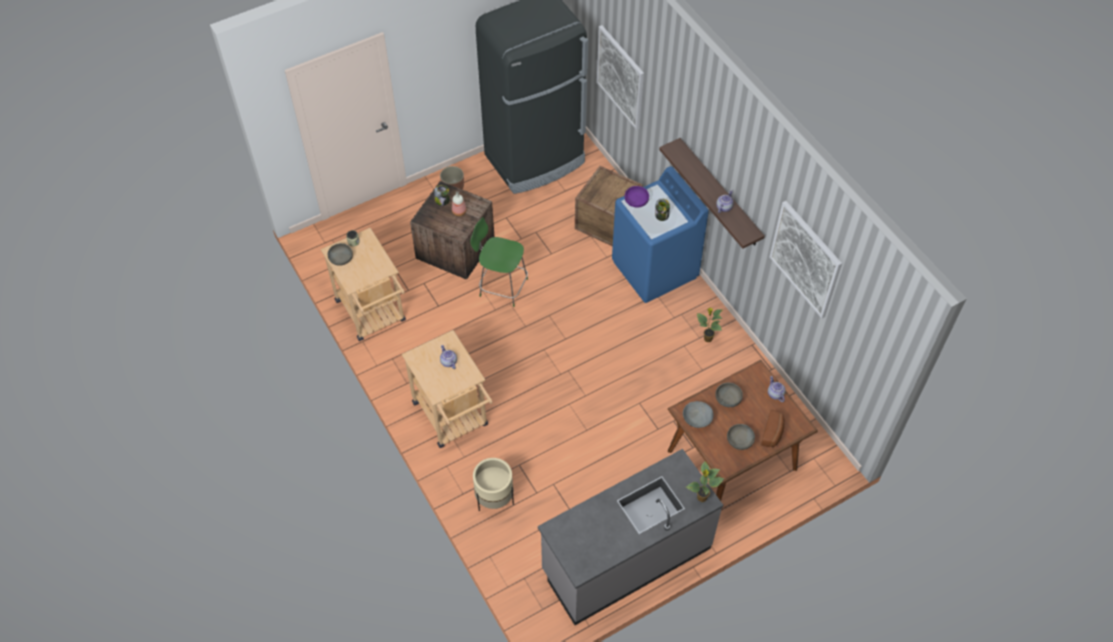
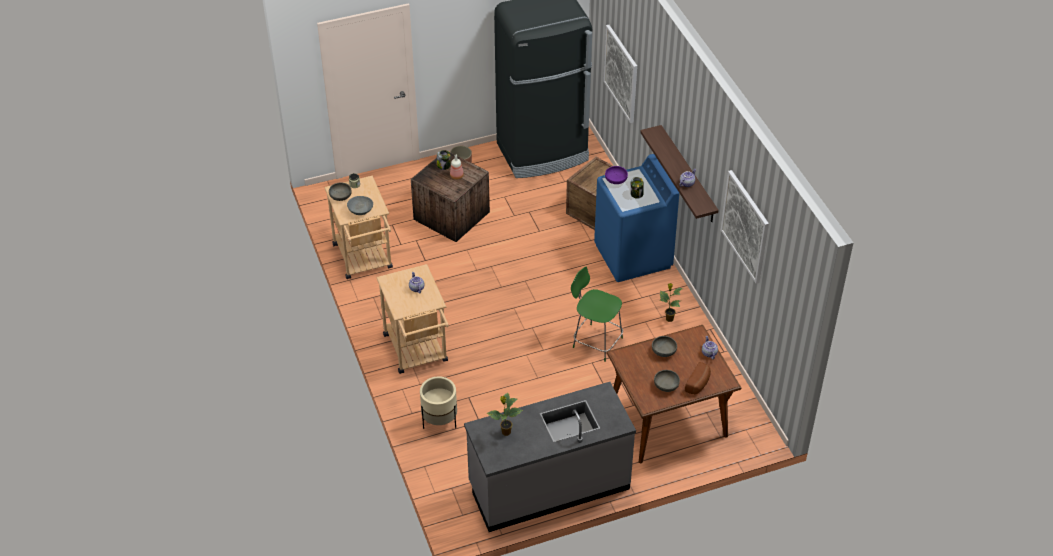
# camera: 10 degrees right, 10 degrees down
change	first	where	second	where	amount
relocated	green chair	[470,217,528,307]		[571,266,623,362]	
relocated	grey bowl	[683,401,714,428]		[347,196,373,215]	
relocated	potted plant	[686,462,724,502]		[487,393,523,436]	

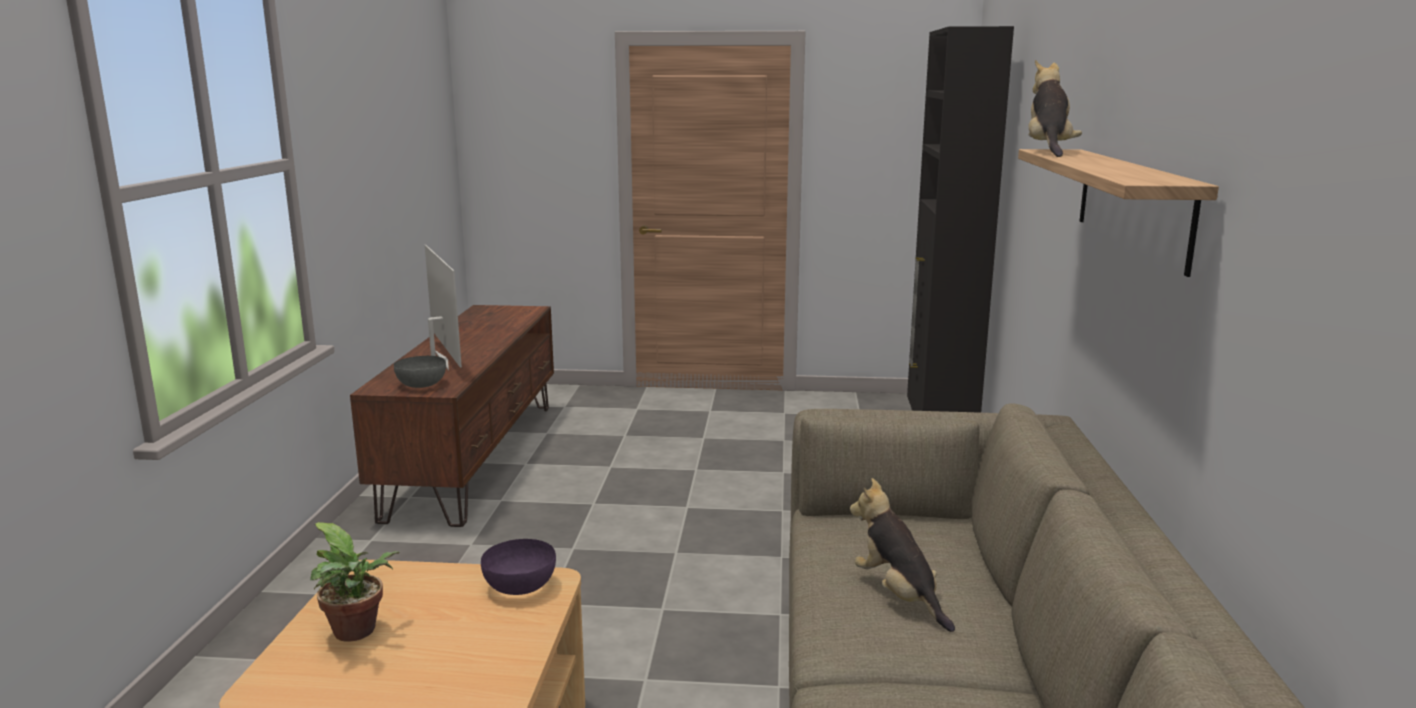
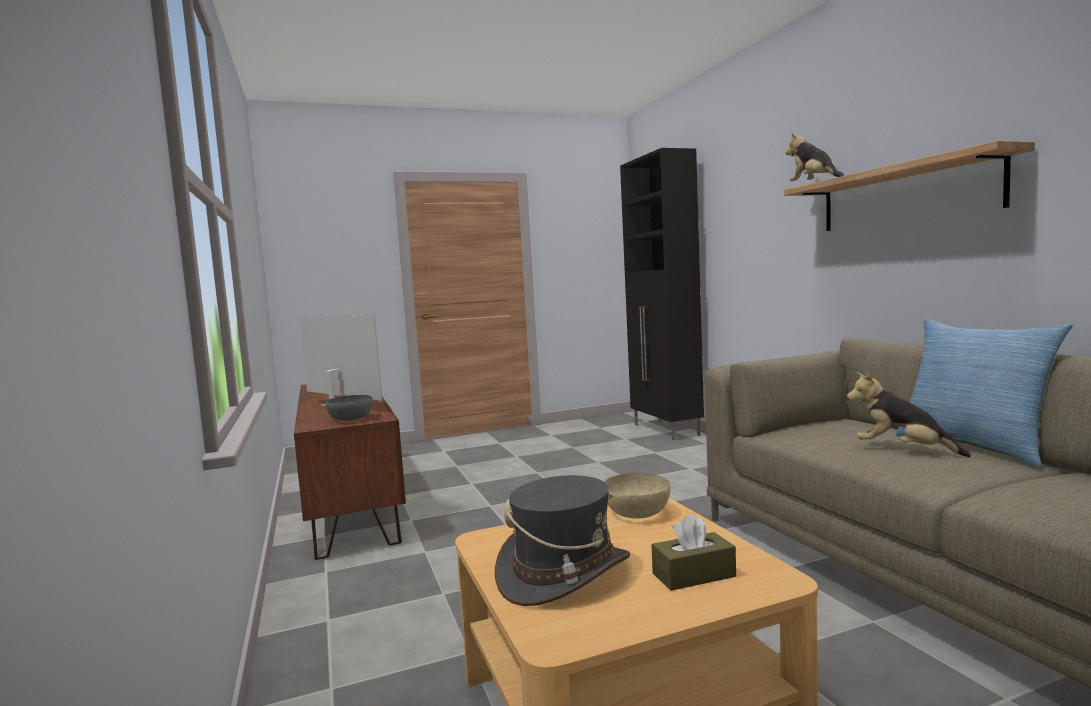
# camera: 25 degrees left, 10 degrees down
change	first	where	second	where	amount
appeared			brown tissue box	[652,514,736,591]	
appeared			pillow	[896,319,1073,466]	
exchanged	potted plant	[310,522,399,642]	grey hat	[495,475,630,606]	
colour	purple bowl	[481,539,556,595]	beige bowl	[604,473,670,519]	

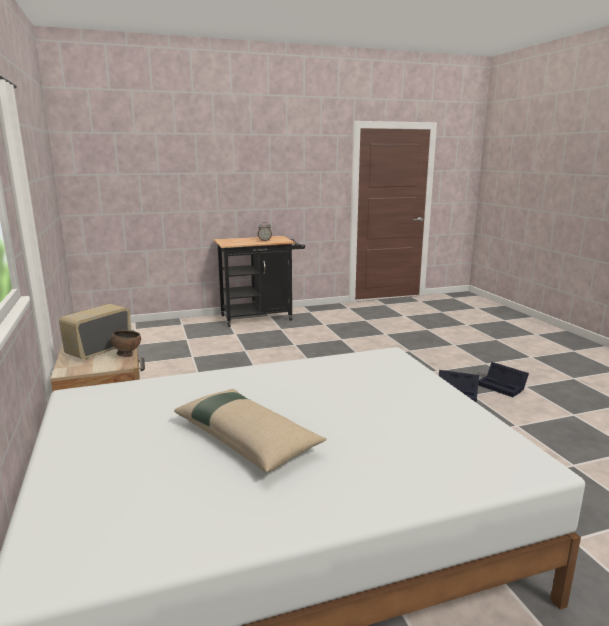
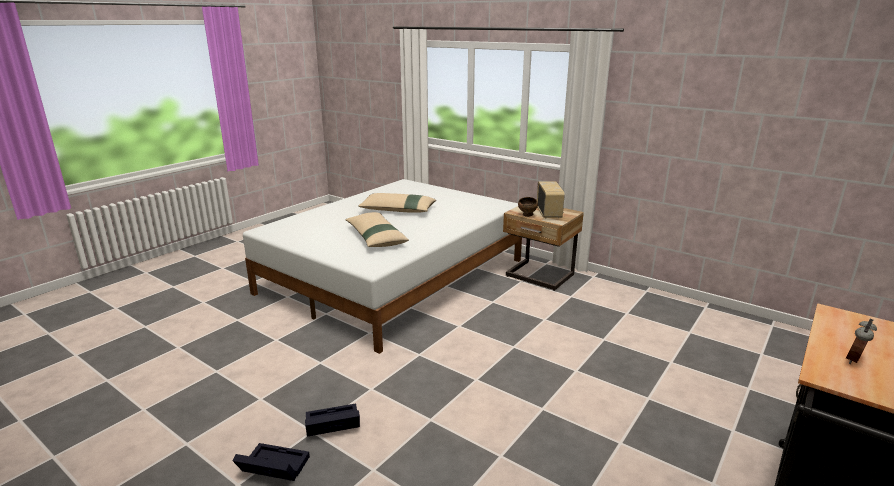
# camera: 145 degrees right, 5 degrees up
change	first	where	second	where	amount
appeared			beige pillow	[345,212,409,247]	

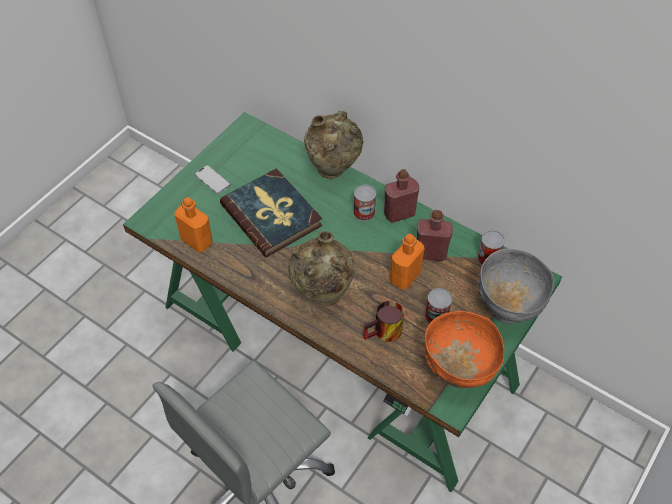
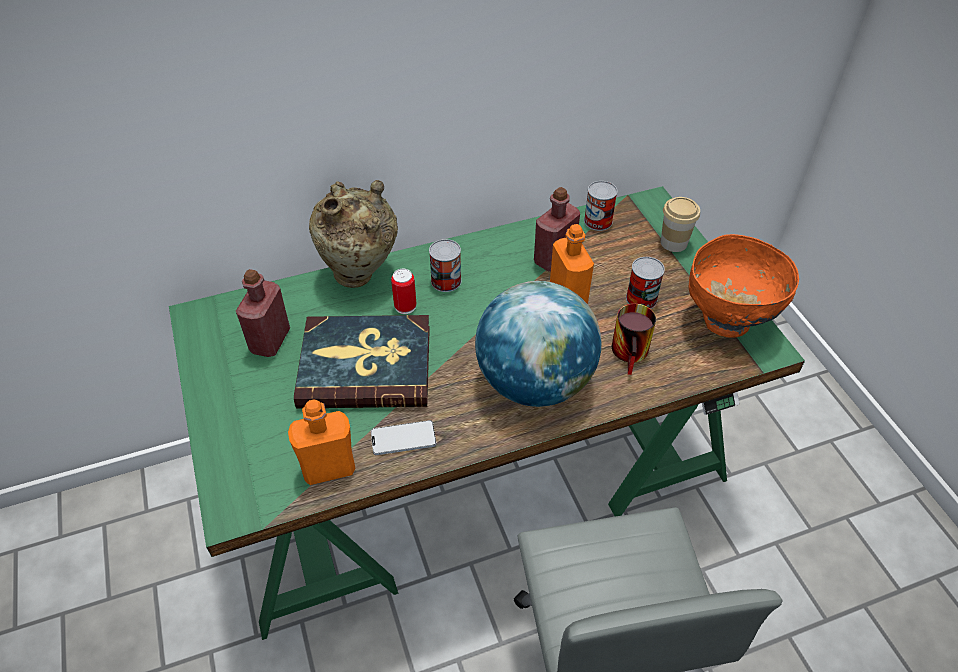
# camera: 55 degrees left, 5 degrees down
change	first	where	second	where	amount
appeared			can	[391,269,416,314]	
relocated	phone	[195,165,231,194]		[371,420,436,455]	
relocated	red bottle	[384,169,419,223]		[236,269,290,357]	
exchanged	beige vase	[288,231,355,306]	globe	[475,281,602,407]	
exchanged	grey bowl	[478,249,554,324]	cup	[661,197,700,252]	

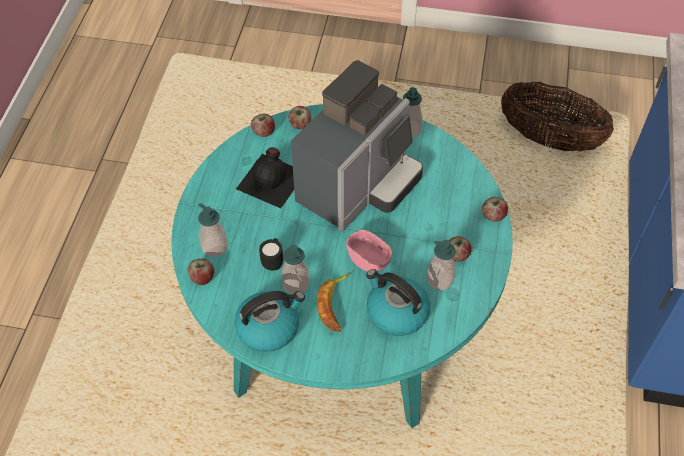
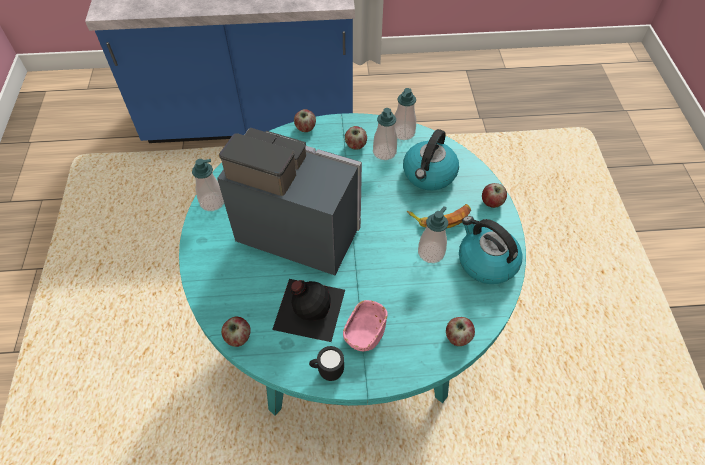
# camera: 105 degrees left, 0 degrees up
change	first	where	second	where	amount
missing	basket	[501,81,614,151]			
relocated	soap dispenser	[198,203,228,257]		[395,88,416,140]	
relocated	black mug	[259,238,283,270]		[309,346,344,381]	
relocated	apple	[289,106,311,129]		[482,183,507,208]	
relocated	pink bowl	[346,230,392,272]		[343,300,388,351]	

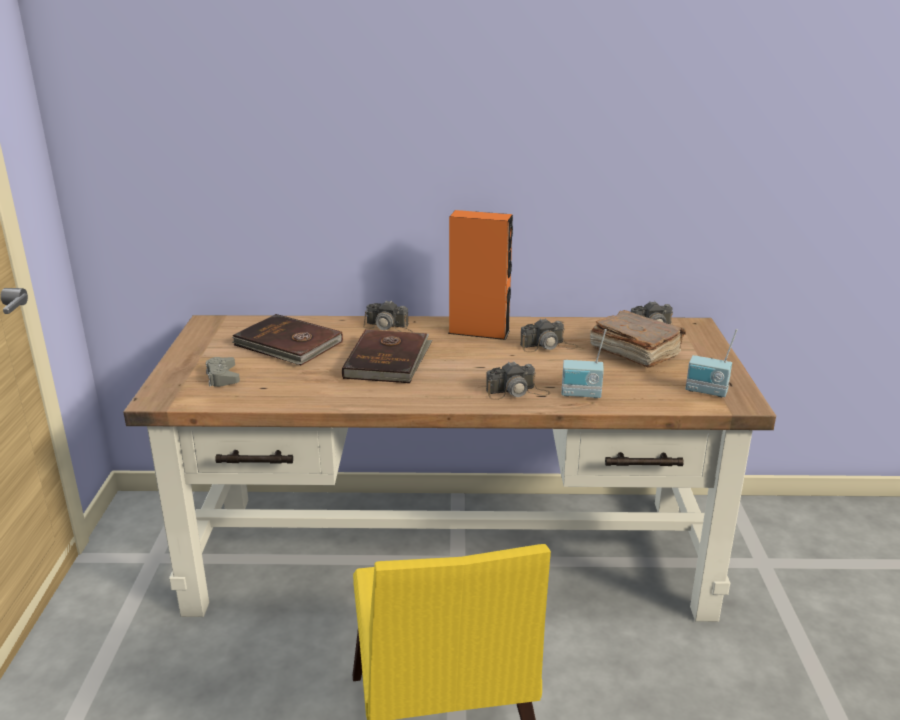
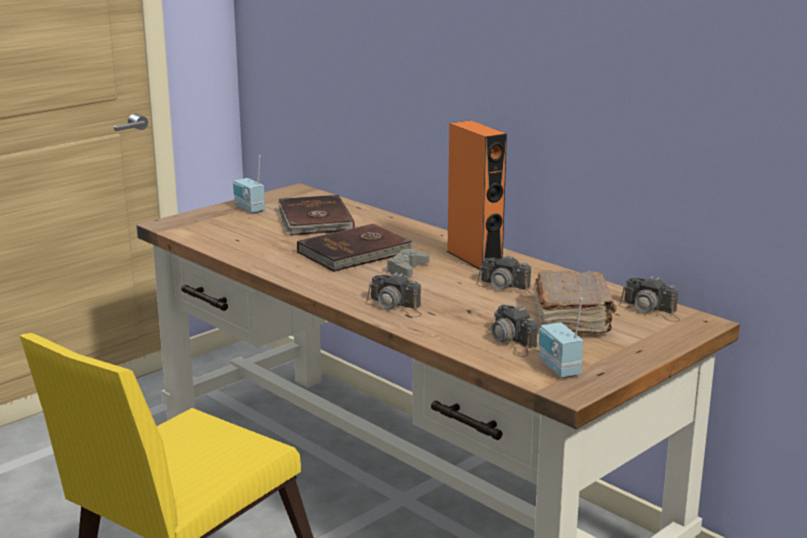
# camera: 45 degrees right, 5 degrees down
change	first	where	second	where	amount
relocated	grey game controller	[206,357,240,387]		[387,249,429,276]	
relocated	photo camera	[363,300,413,333]		[485,305,538,357]	
relocated	radio	[562,329,607,398]		[233,155,265,214]	

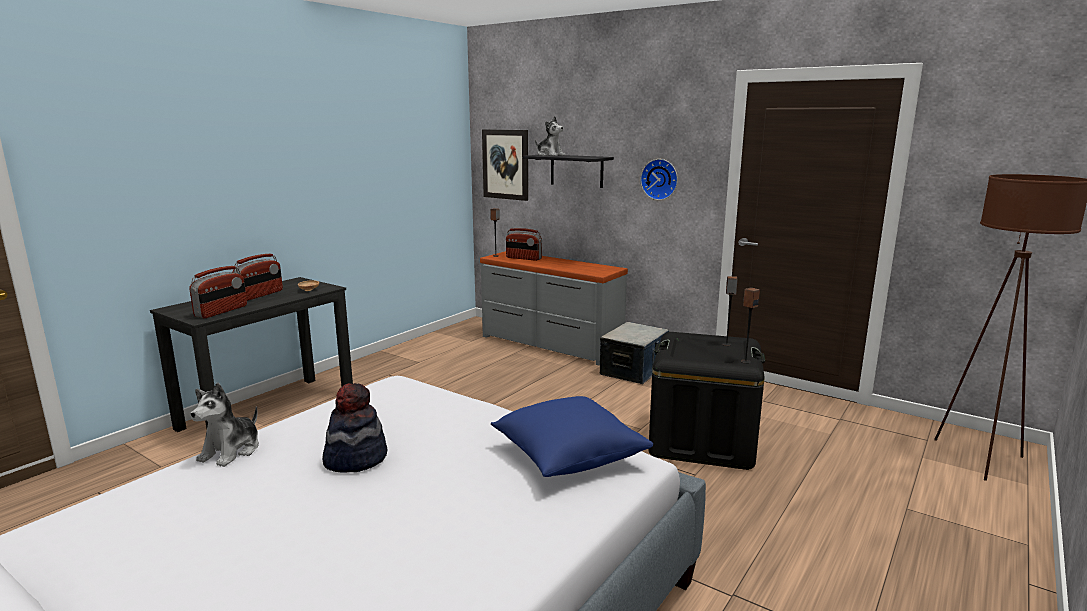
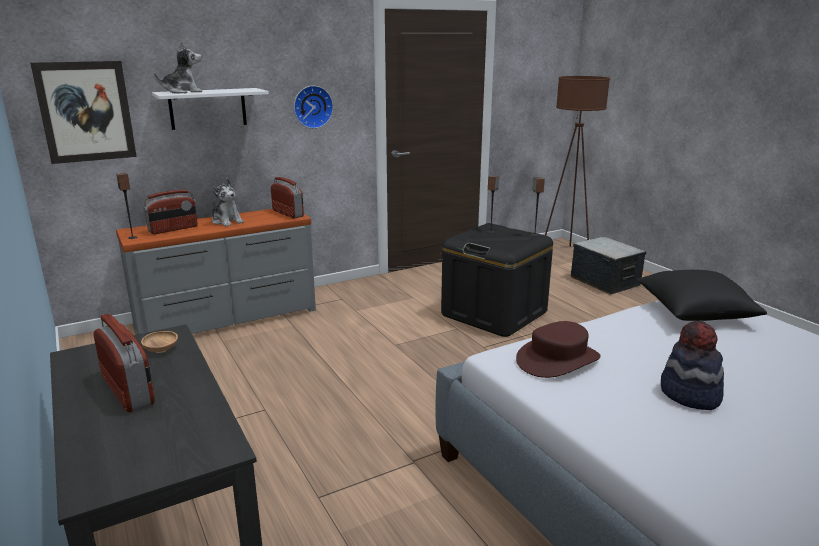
# camera: 65 degrees left, 5 degrees up
change	first	where	second	where	amount
appeared			brown hat	[516,321,601,378]	
relocated	radio	[189,266,247,318]		[271,177,304,219]	
relocated	plush toy	[190,383,259,467]		[212,178,244,227]	
relocated	storage box	[600,322,669,384]		[571,237,647,295]	
colour	blue pillow	[491,396,653,477]	black pillow	[637,270,767,321]	
colour	black shelf	[523,155,614,188]	white shelf	[152,88,269,130]	

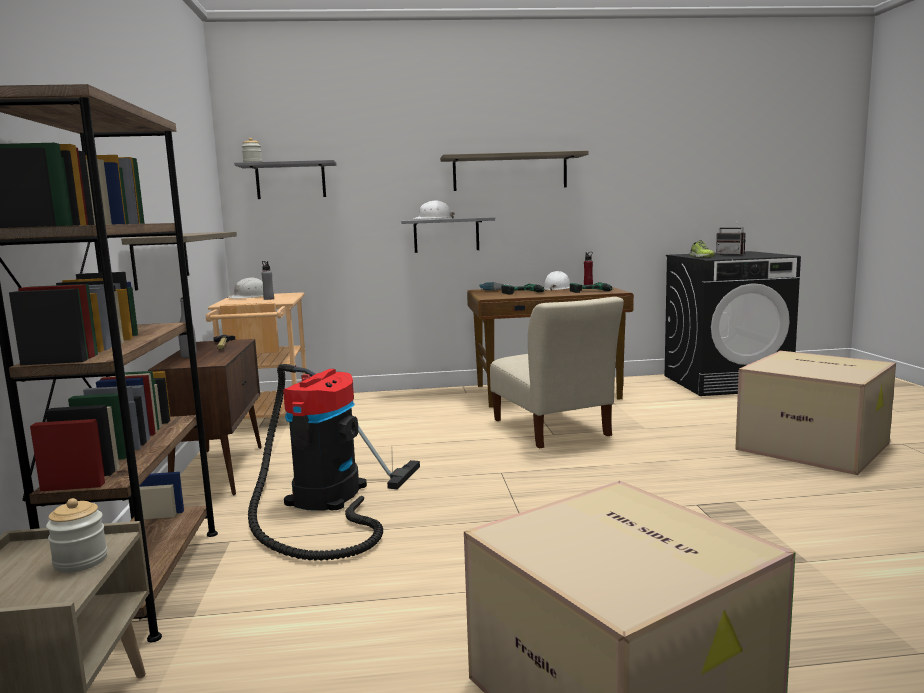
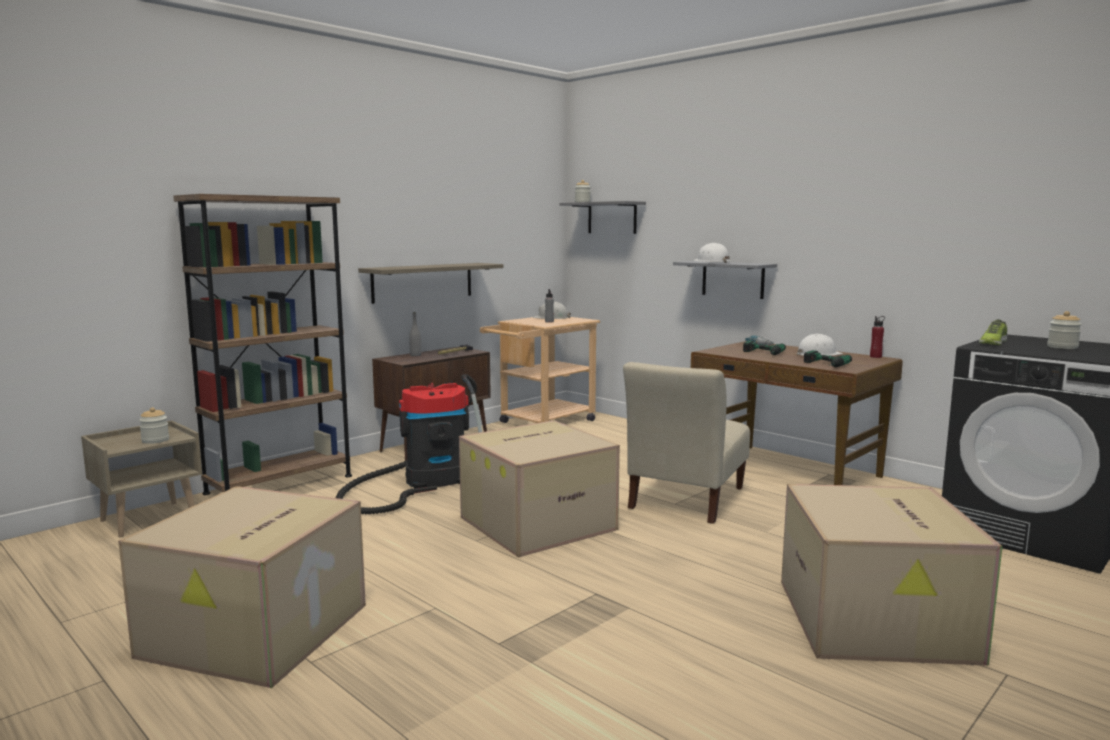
# camera: 50 degrees right, 0 degrees up
change	first	where	second	where	amount
missing	shelf	[440,151,589,191]			
appeared			cardboard box	[459,420,620,557]	
exchanged	radio	[716,220,746,255]	jar	[1047,311,1082,349]	

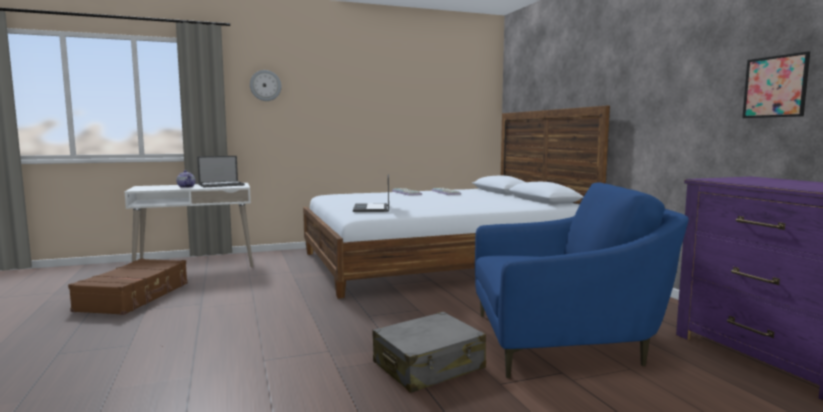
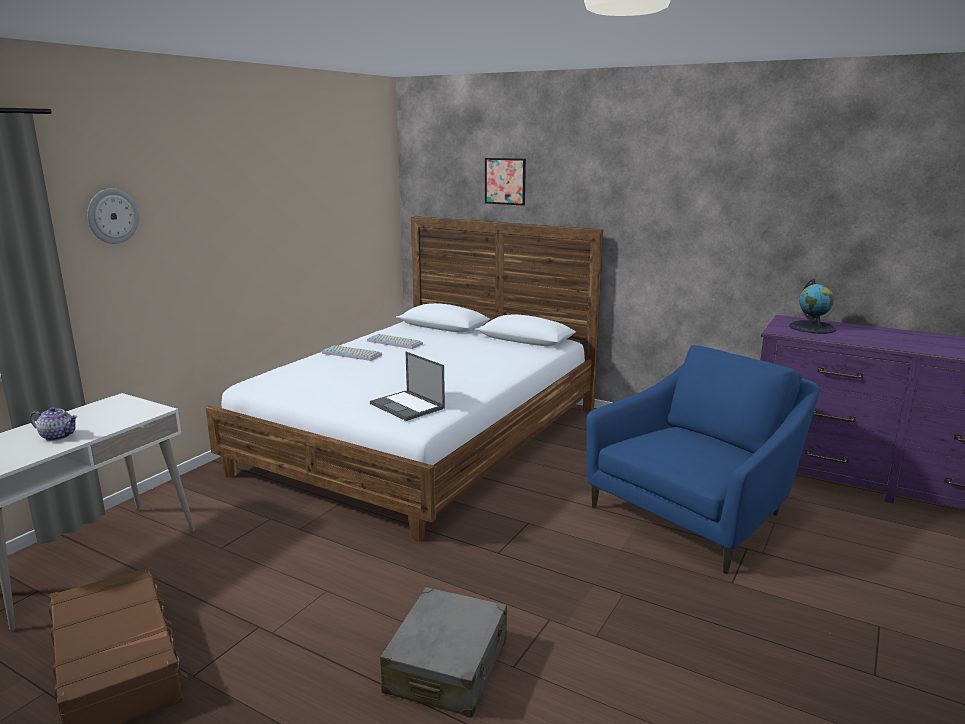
# camera: 40 degrees left, 10 degrees up
change	first	where	second	where	amount
missing	laptop	[197,156,245,187]			
appeared			globe	[789,279,836,334]	
relocated	grey suitcase	[373,312,486,393]		[380,587,507,718]	
relocated	picture	[742,51,810,118]		[485,158,526,206]	

